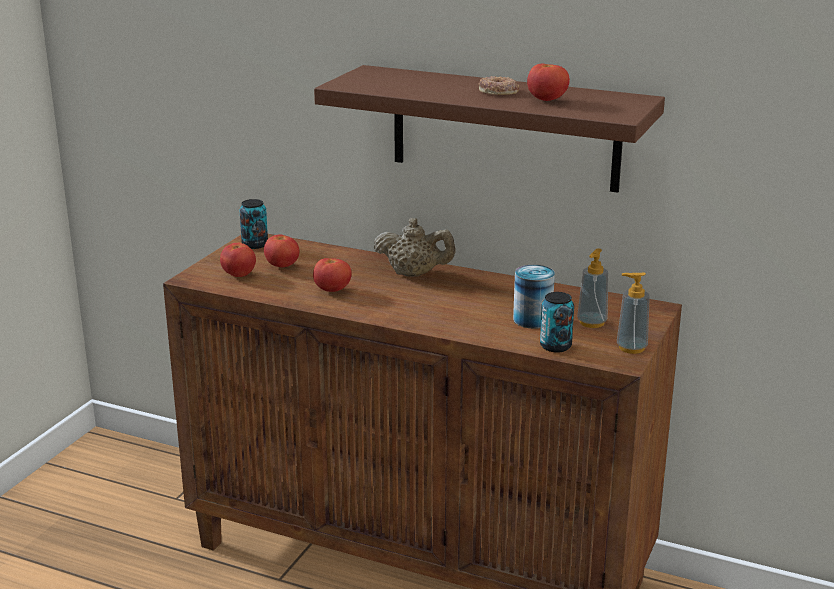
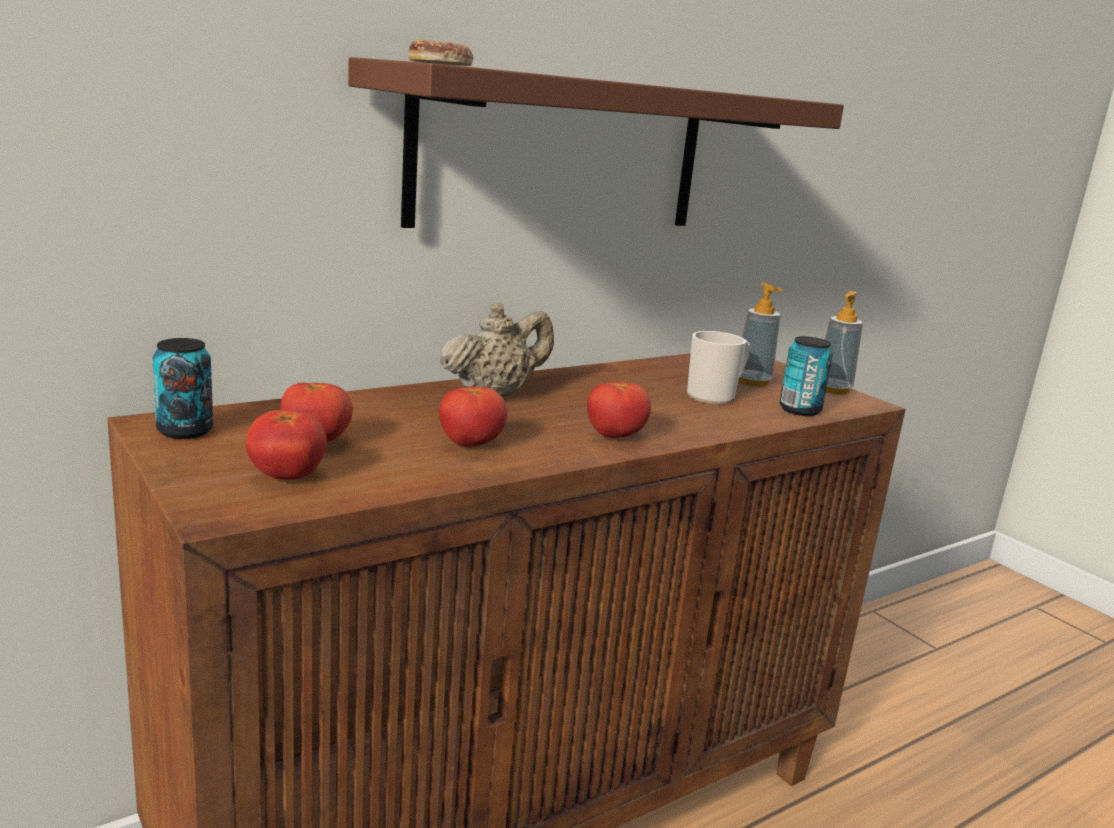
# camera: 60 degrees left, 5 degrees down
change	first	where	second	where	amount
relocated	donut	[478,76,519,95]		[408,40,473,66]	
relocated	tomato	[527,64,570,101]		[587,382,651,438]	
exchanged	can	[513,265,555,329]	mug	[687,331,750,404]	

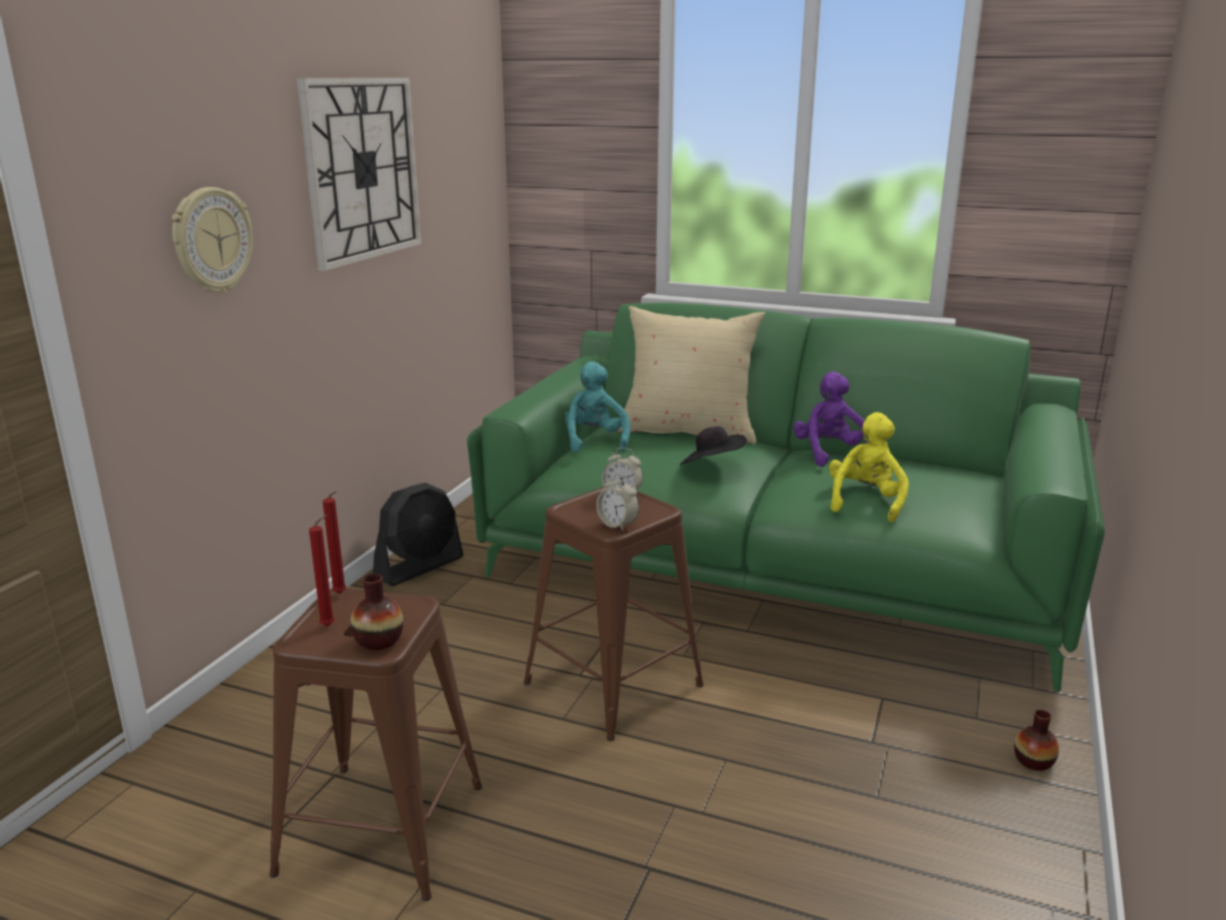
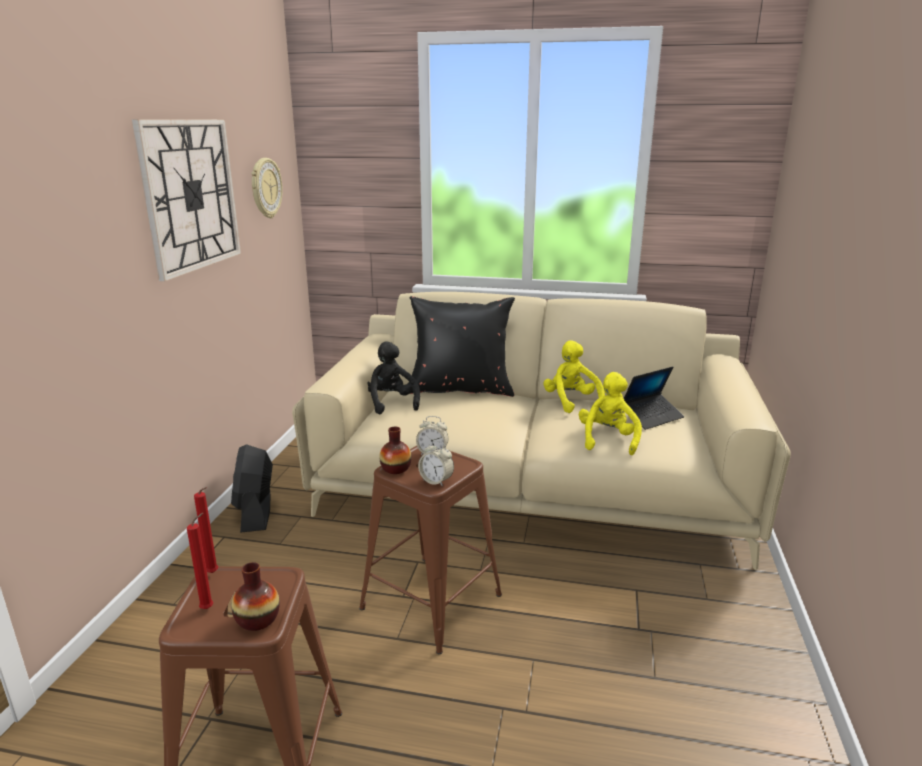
# camera: 10 degrees left, 0 degrees up
change	first	where	second	where	amount
missing	black hat	[680,426,747,465]			
appeared			laptop	[624,366,684,430]	
relocated	wall clock	[172,187,253,294]		[251,158,283,218]	
relocated	vase	[1014,710,1059,771]		[379,427,412,474]	
colour	green sofa	[467,303,1105,692]	beige sofa	[292,292,791,570]	
colour	turquoise plush toy	[565,361,630,453]	black plush toy	[367,342,420,414]	
colour	beige pillow	[615,306,765,444]	black pillow	[408,296,515,397]	
colour	purple plush toy	[793,372,867,467]	yellow plush toy	[543,340,605,413]	
spun	black fan	[373,483,464,586]		[231,444,273,533]	135 degrees clockwise

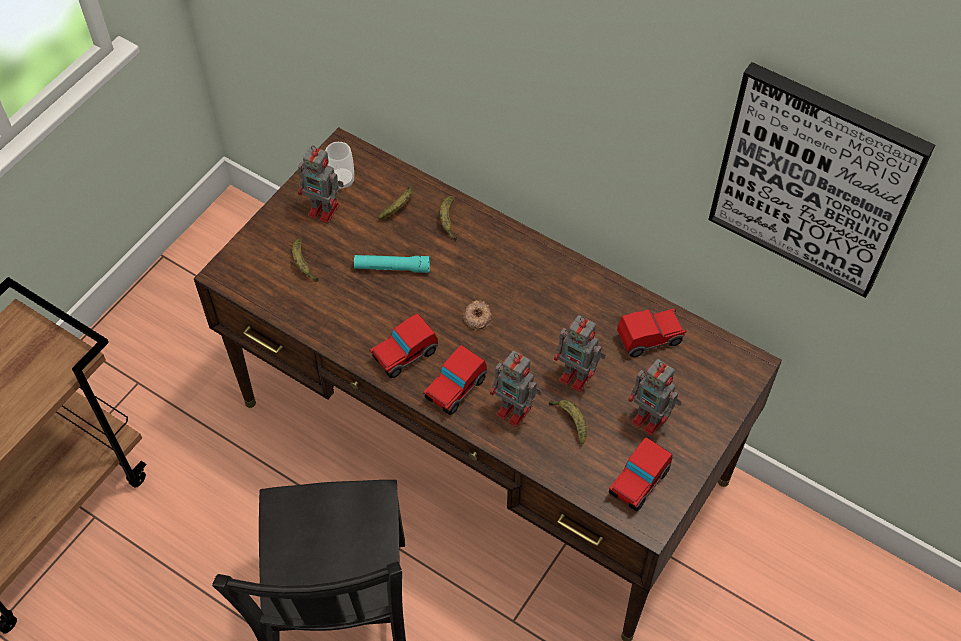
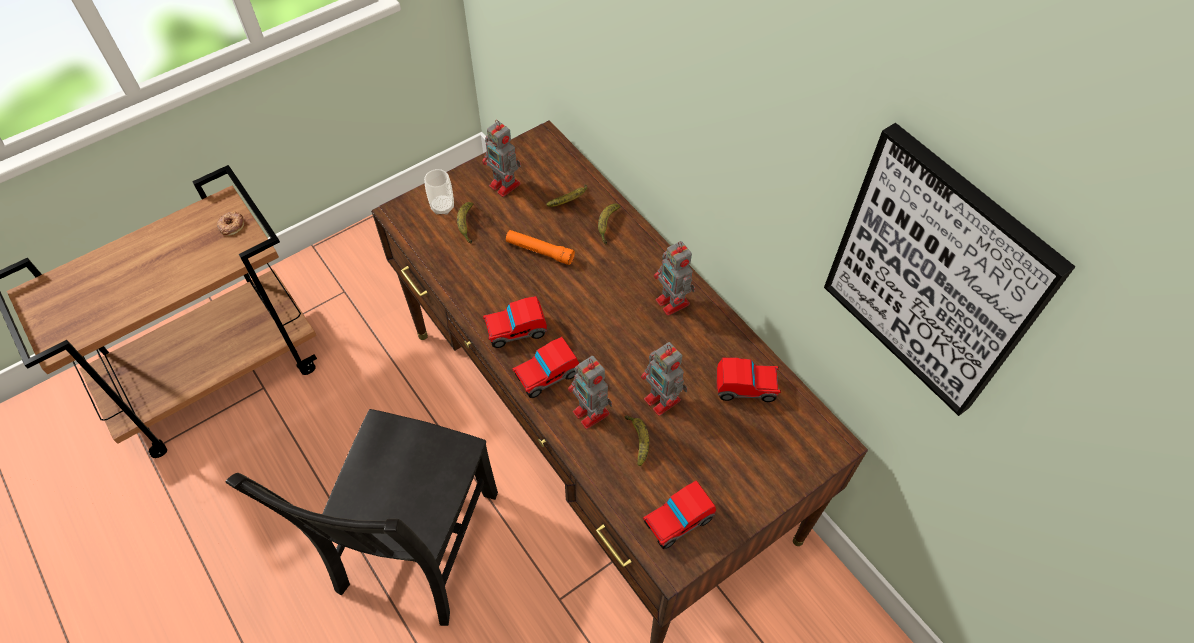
# camera: 20 degrees right, 0 degrees up
change	first	where	second	where	amount
relocated	cup	[325,142,354,190]		[424,169,454,215]	
relocated	donut	[463,300,492,330]		[217,211,244,236]	
relocated	toy robot	[628,359,682,436]		[654,241,695,316]	
colour	turquoise flashlight	[354,255,430,273]	orange flashlight	[506,230,575,265]	

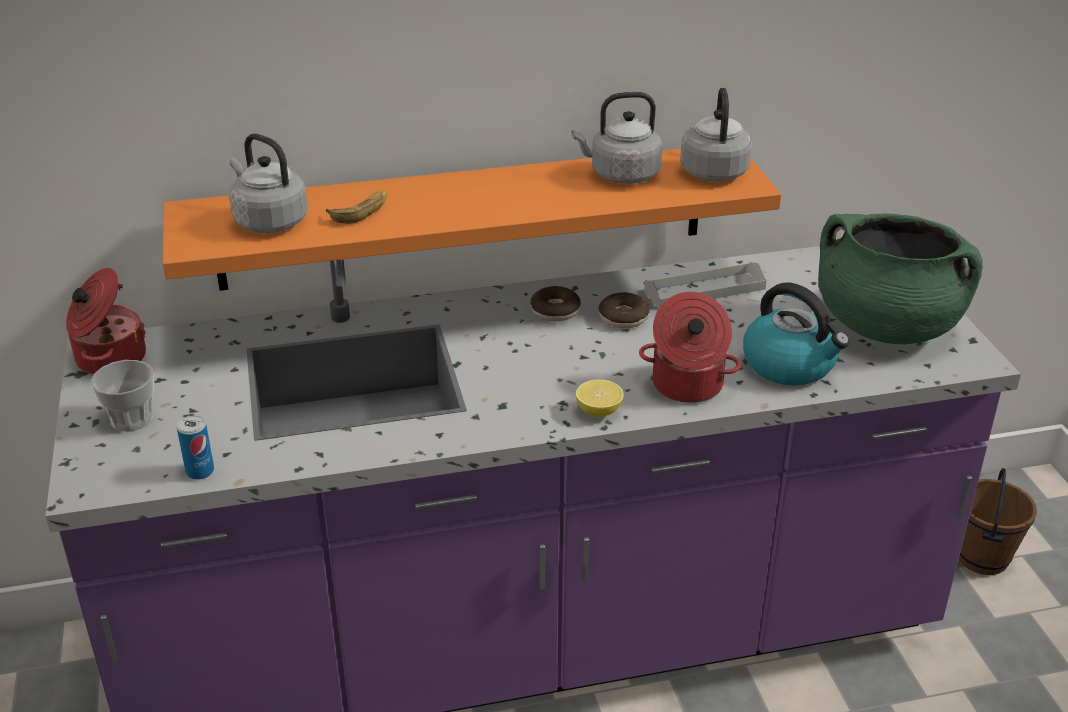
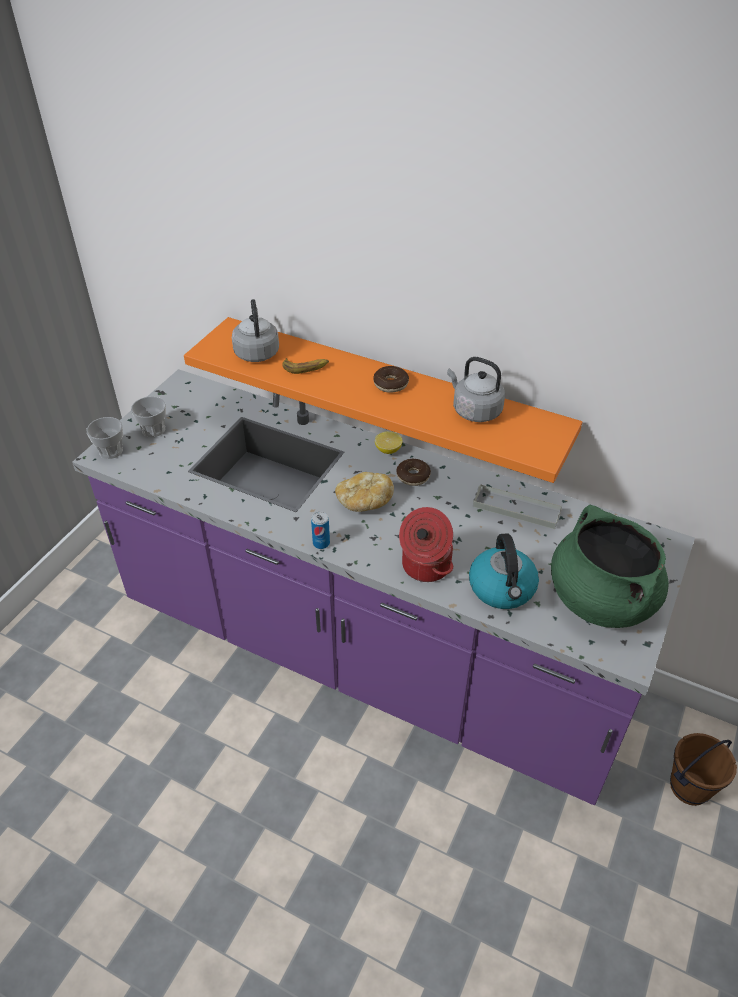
# camera: 40 degrees right, 10 degrees up
change	first	where	second	where	amount
missing	cooking pot	[66,268,146,375]			
missing	grey kettle	[680,87,752,182]			
appeared			cup	[86,417,123,459]	
appeared			bread	[335,472,394,512]	
relocated	can	[177,415,214,480]		[311,511,330,549]	
relocated	lemon	[576,379,624,417]		[375,431,403,454]	
relocated	donut	[599,292,650,329]		[373,366,409,393]	

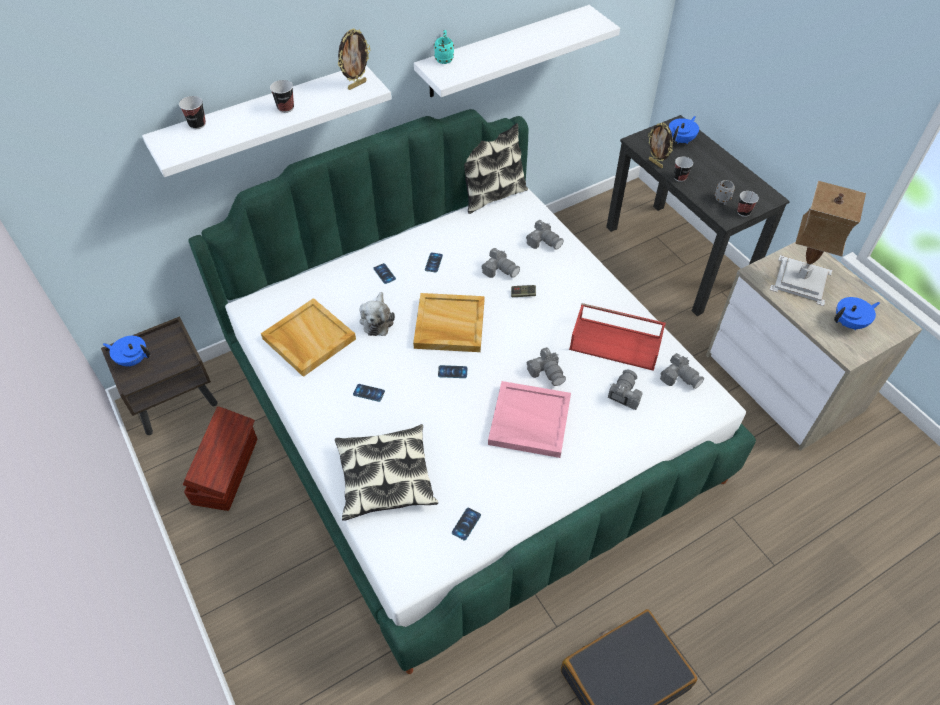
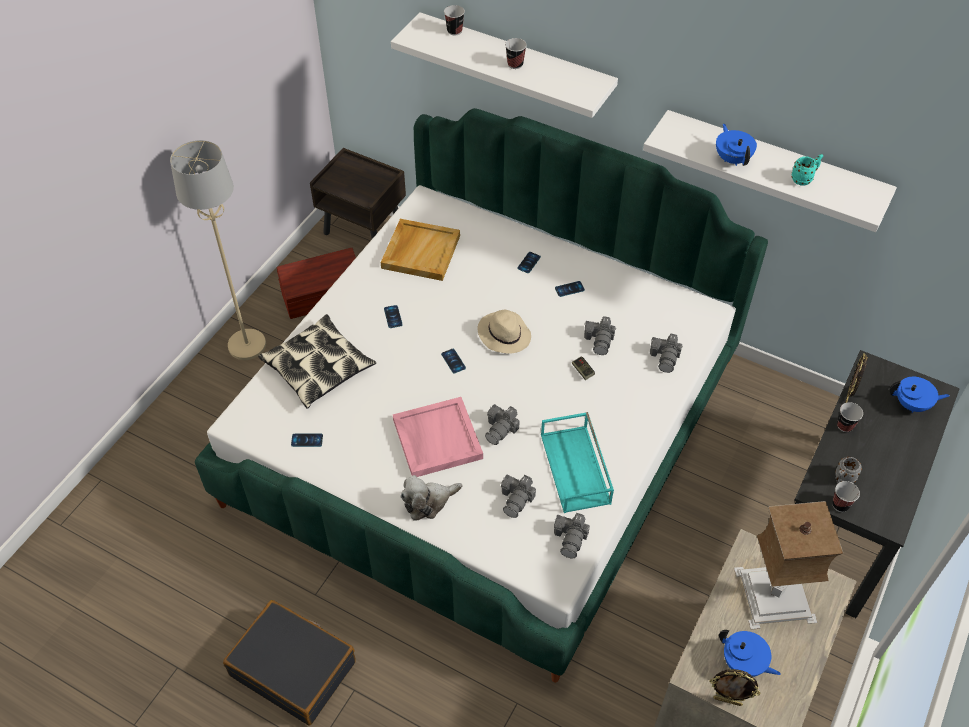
# camera: 60 degrees right, 0 degrees up
change	first	where	second	where	amount
missing	pillow	[464,123,528,214]			
appeared			beige floor lamp	[170,140,266,360]	
relocated	blue teapot	[103,336,150,366]		[716,124,757,166]	
relocated	picture frame	[338,29,371,90]		[709,669,761,706]	
relocated	plush toy	[360,292,395,336]		[400,475,463,520]	
relocated	turquoise mug	[434,30,454,64]		[792,154,823,186]	
exchanged	beige tray	[413,293,484,352]	beige hat	[477,310,531,354]	
colour	red tray	[569,303,666,371]	turquoise tray	[541,412,614,513]	
spun	photo camera	[608,369,642,410]		[501,474,536,518]	120 degrees clockwise

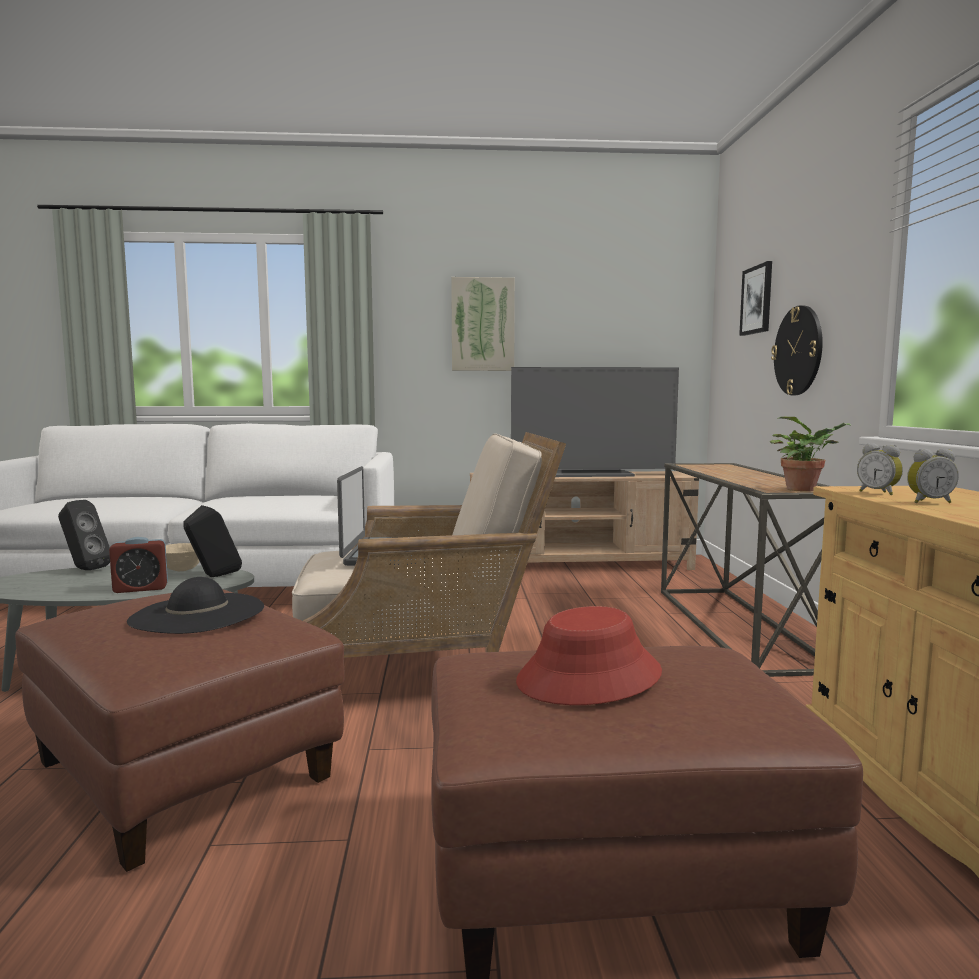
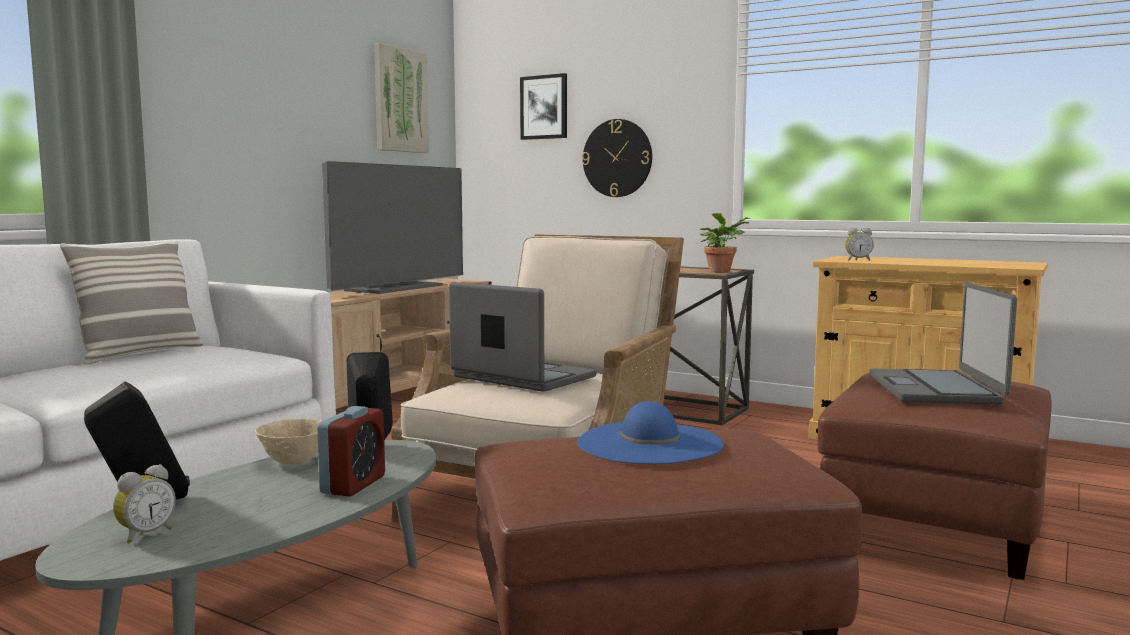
# camera: 55 degrees left, 0 degrees up
change	first	where	second	where	amount
appeared			pillow	[60,241,203,365]	
relocated	picture	[451,277,515,371]		[374,43,429,153]	
relocated	alarm clock	[907,449,959,503]		[113,464,176,544]	
exchanged	red hat	[516,606,662,705]	laptop	[869,282,1017,405]	
colour	black hat	[127,577,264,634]	blue hat	[577,401,724,464]	

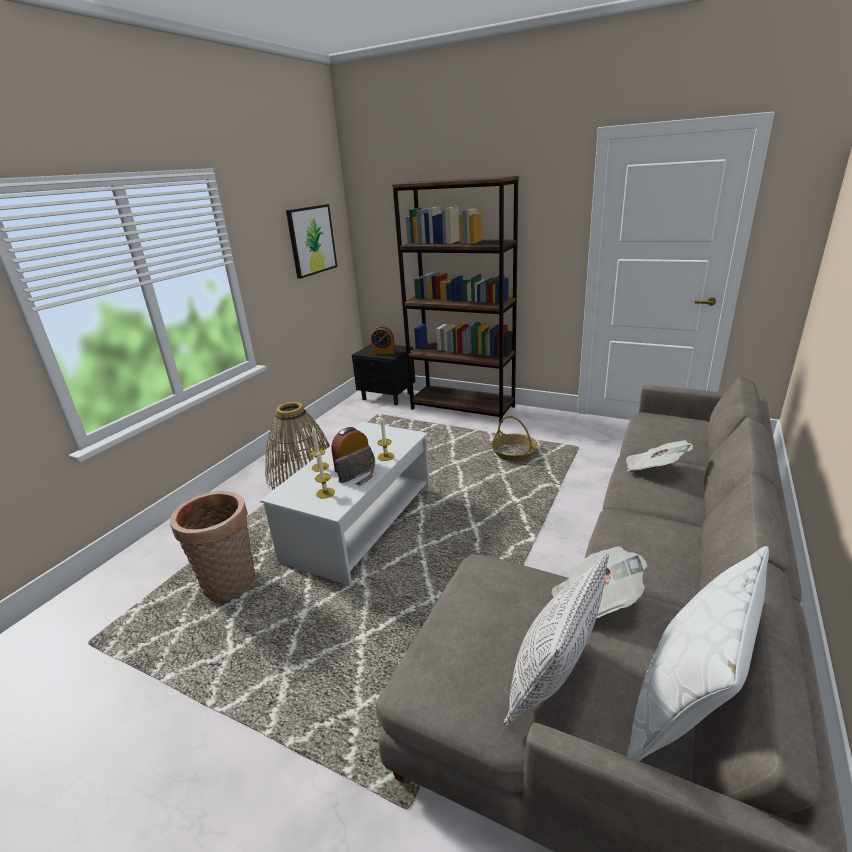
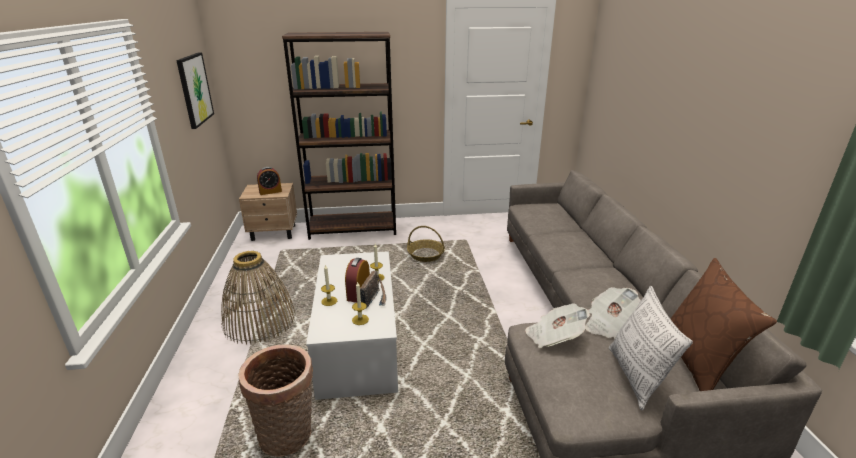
# camera: 35 degrees left, 0 degrees up
change	first	where	second	where	amount
relocated	newspaper	[626,440,693,471]		[525,304,590,348]	
colour	black nightstand	[352,344,416,405]	beige nightstand	[239,183,297,241]	
colour	white pillow	[627,546,769,761]	brown pillow	[670,258,777,391]	

